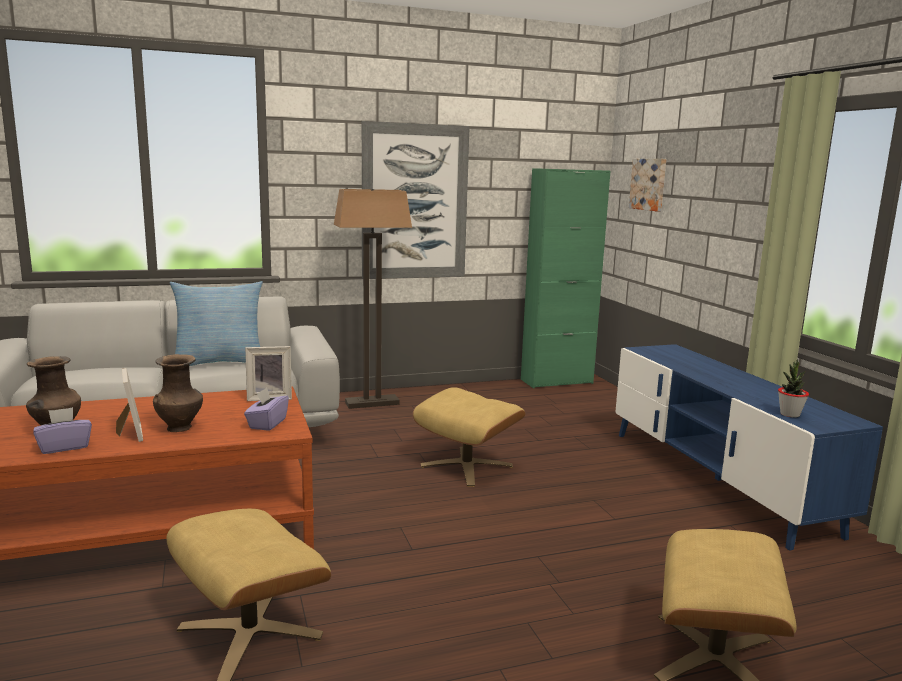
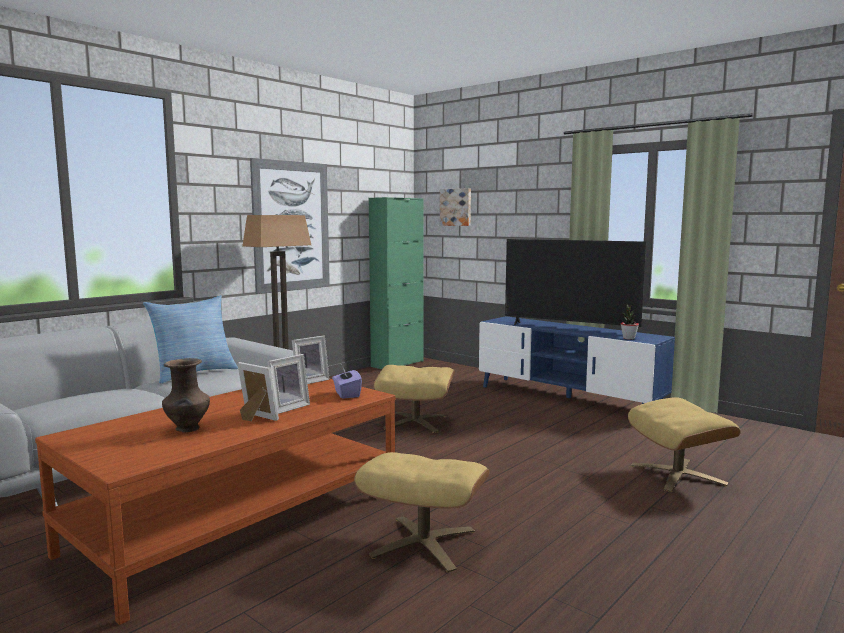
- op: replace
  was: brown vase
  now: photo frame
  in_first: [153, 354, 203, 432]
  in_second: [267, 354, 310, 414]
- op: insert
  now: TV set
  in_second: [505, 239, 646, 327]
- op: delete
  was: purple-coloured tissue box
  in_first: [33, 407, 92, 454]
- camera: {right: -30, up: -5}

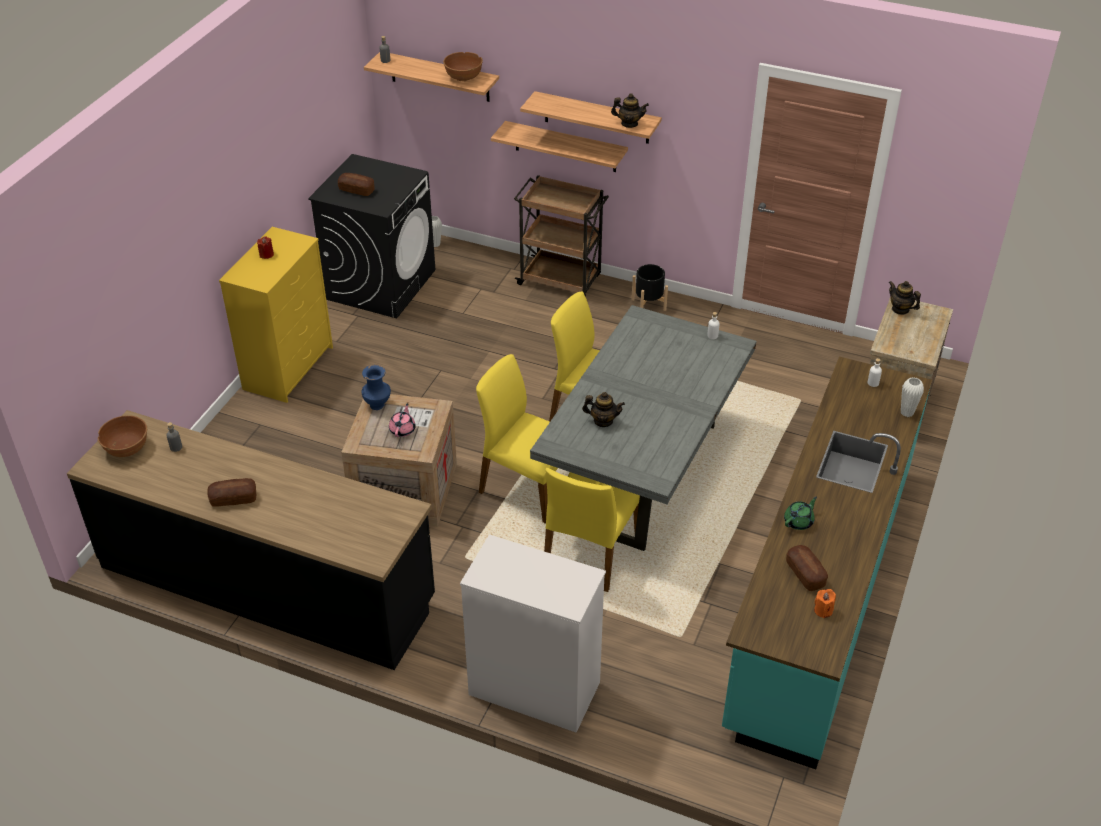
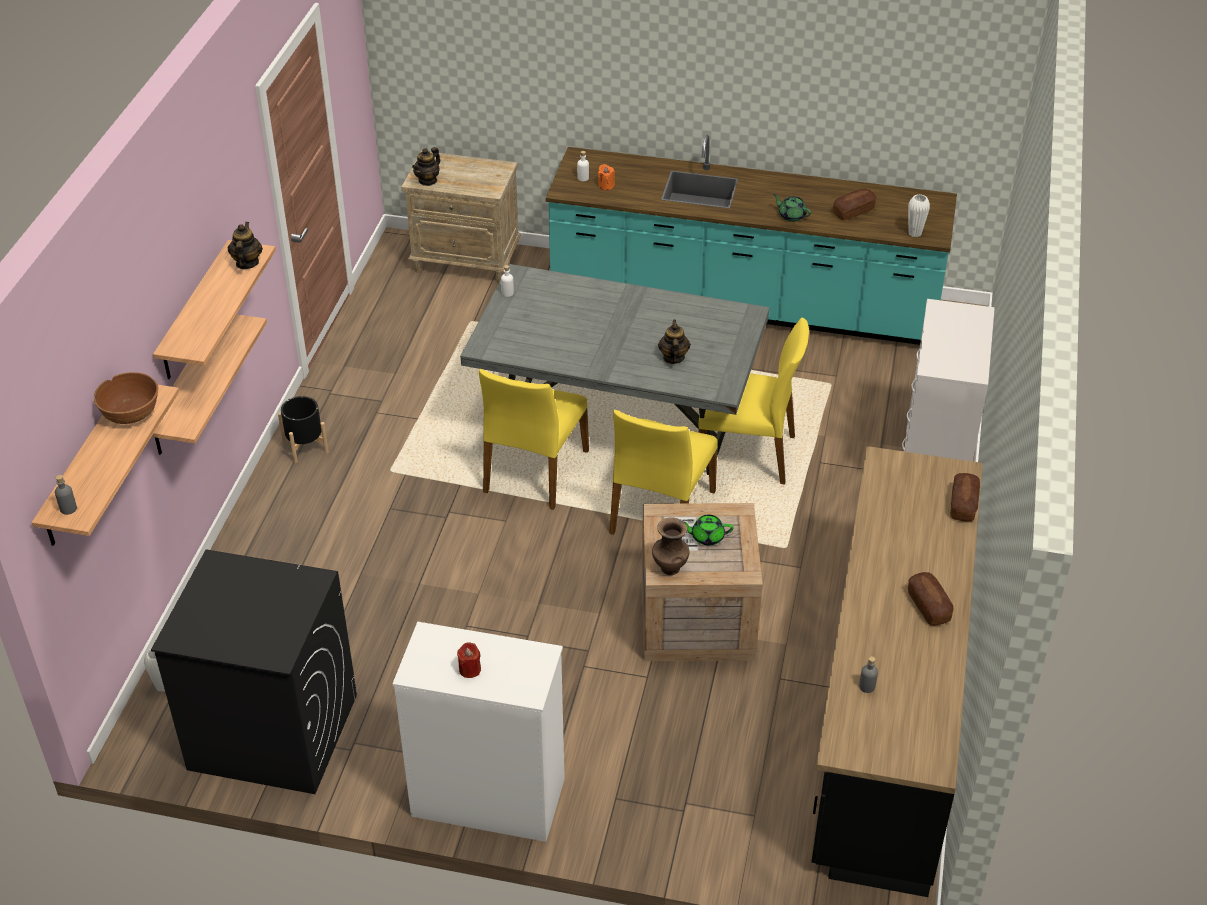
- op: recolor
  was: yellowish drawer chest
  now: white-coloured drawer chest
  in_first: [219, 227, 333, 403]
  in_second: [392, 622, 565, 842]
- op: move
  was: orange wax candle
  in_first: [814, 589, 836, 618]
  in_second: [598, 164, 615, 190]
- op: recolor
  was: bluish vase
  now: brown vase
  in_first: [362, 365, 391, 410]
  in_second: [652, 517, 689, 575]
- op: recolor
  was: pinkish teapot
  now: green teapot
  in_first: [389, 403, 416, 437]
  in_second: [684, 515, 733, 546]
- op: move
  was: white-coloured vase
  in_first: [901, 377, 924, 417]
  in_second: [908, 194, 930, 237]
- op: move
  was: baked bread
  in_first: [338, 173, 375, 196]
  in_second: [950, 473, 980, 522]
- op: delete
  was: brown serving bowl
  in_first: [98, 415, 147, 457]
- op: delete
  was: brown trolley
  in_first: [514, 175, 609, 296]
- camera: {right: -100, up: 0}

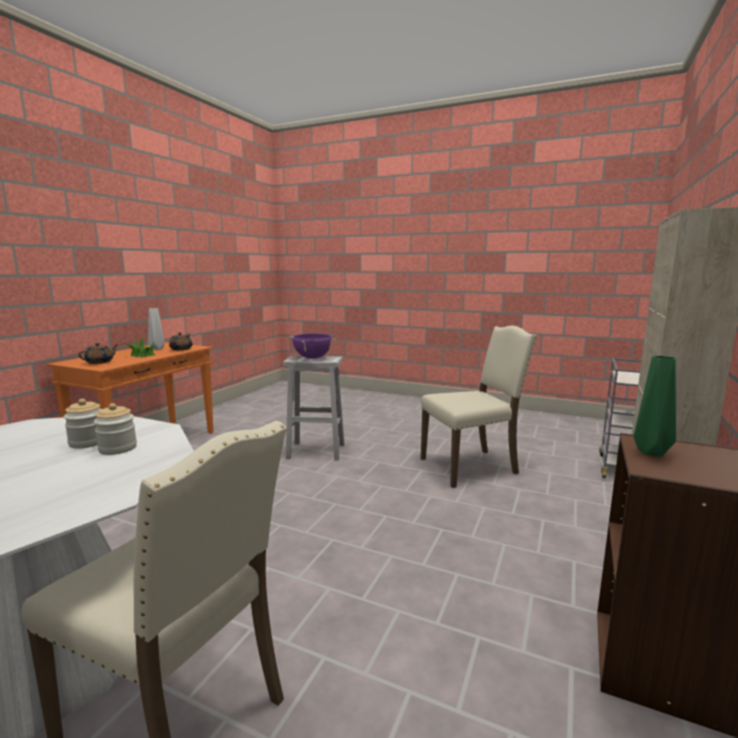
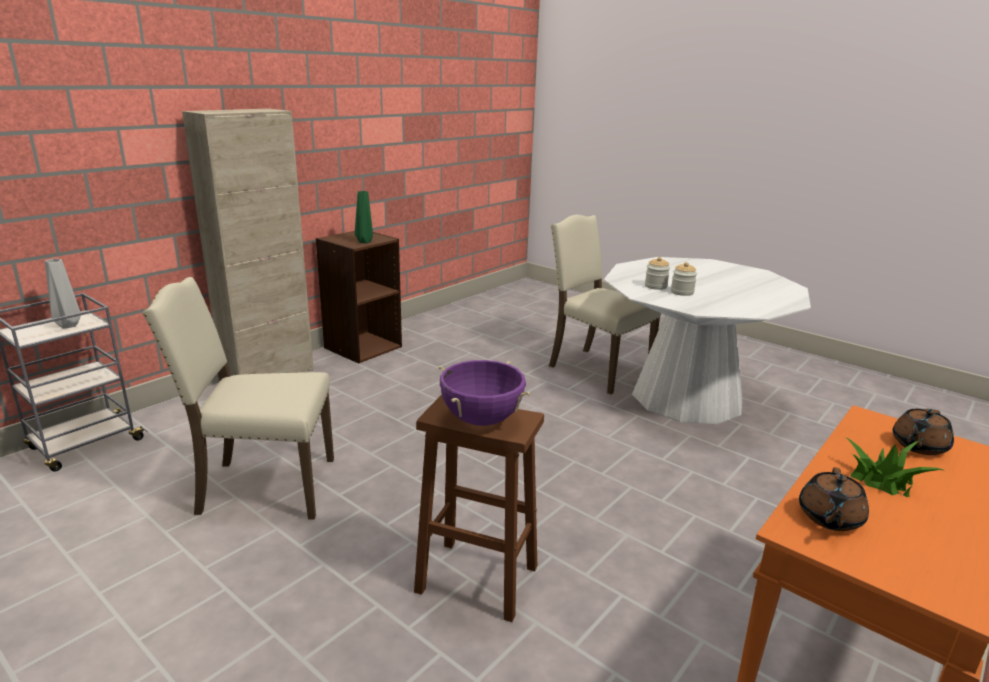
- op: move
  was: greyish vase
  in_first: [148, 308, 164, 350]
  in_second: [45, 259, 81, 329]
- op: recolor
  was: white-coloured stool seat
  now: brown stool seat
  in_first: [283, 356, 344, 461]
  in_second: [414, 395, 544, 622]
- camera: {right: -165, up: 10}

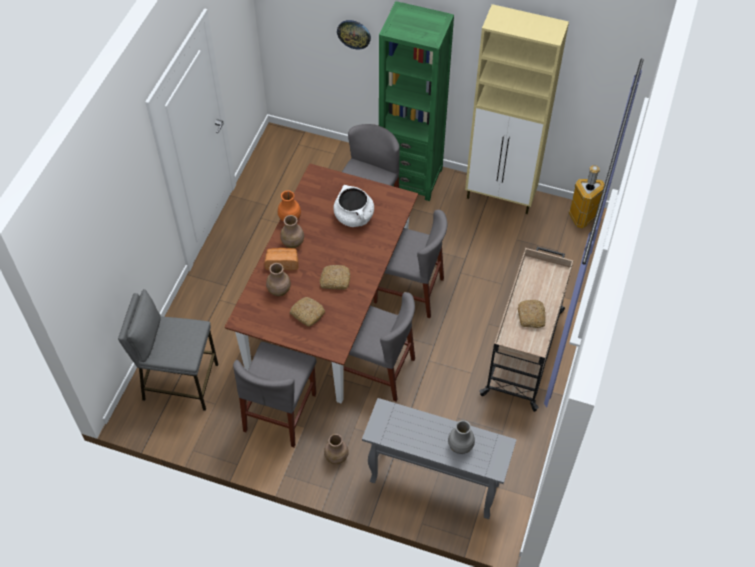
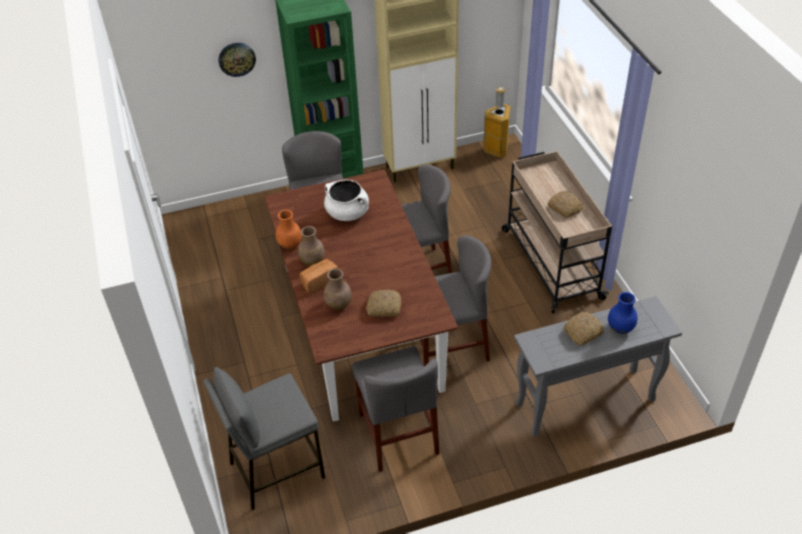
- op: move
  was: baked bread
  in_first: [319, 265, 350, 290]
  in_second: [563, 312, 604, 346]
- op: recolor
  was: greyish vase
  now: bluish vase
  in_first: [448, 420, 475, 454]
  in_second: [608, 292, 637, 334]
- op: delete
  was: brown vase
  in_first: [324, 434, 349, 464]
- camera: {right: -35, up: -10}

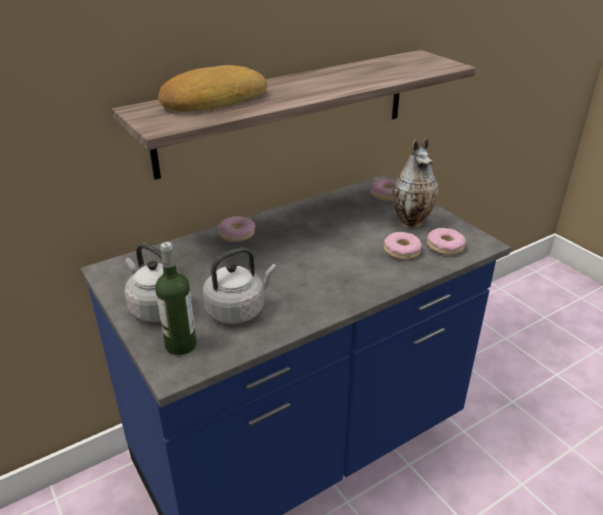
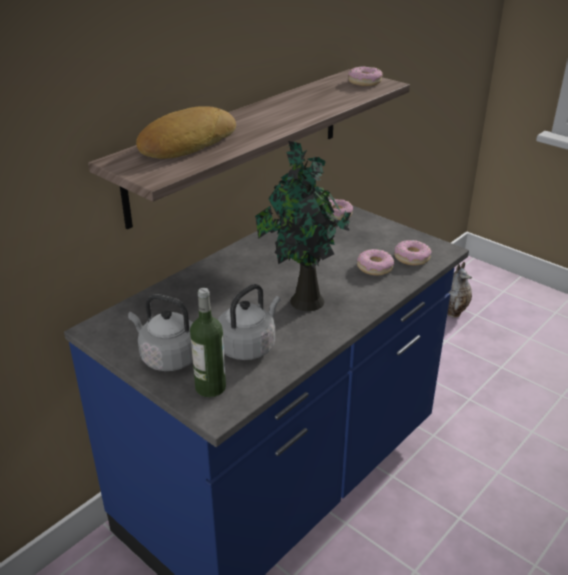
- op: insert
  now: houseplant
  in_second: [255, 140, 351, 311]
- op: move
  was: doughnut
  in_first: [218, 216, 255, 242]
  in_second: [348, 66, 383, 86]
- op: move
  was: vase
  in_first: [392, 138, 438, 228]
  in_second: [447, 262, 472, 318]
- camera: {right: -15, up: 0}

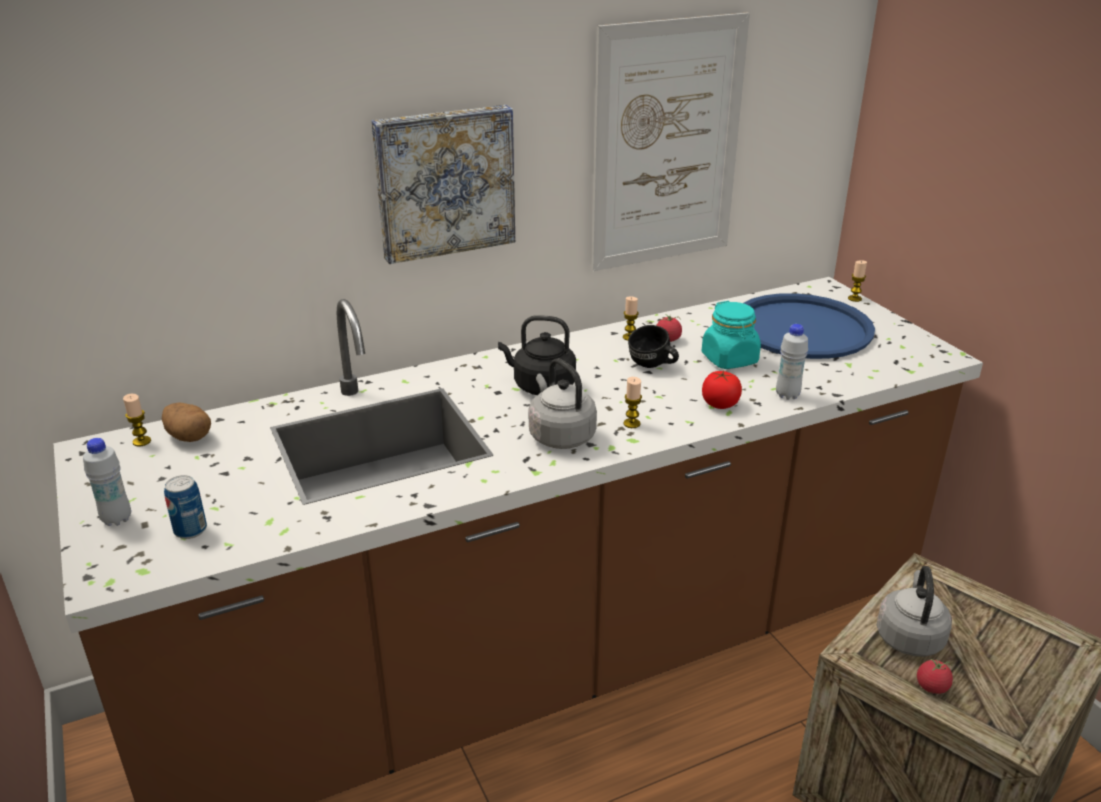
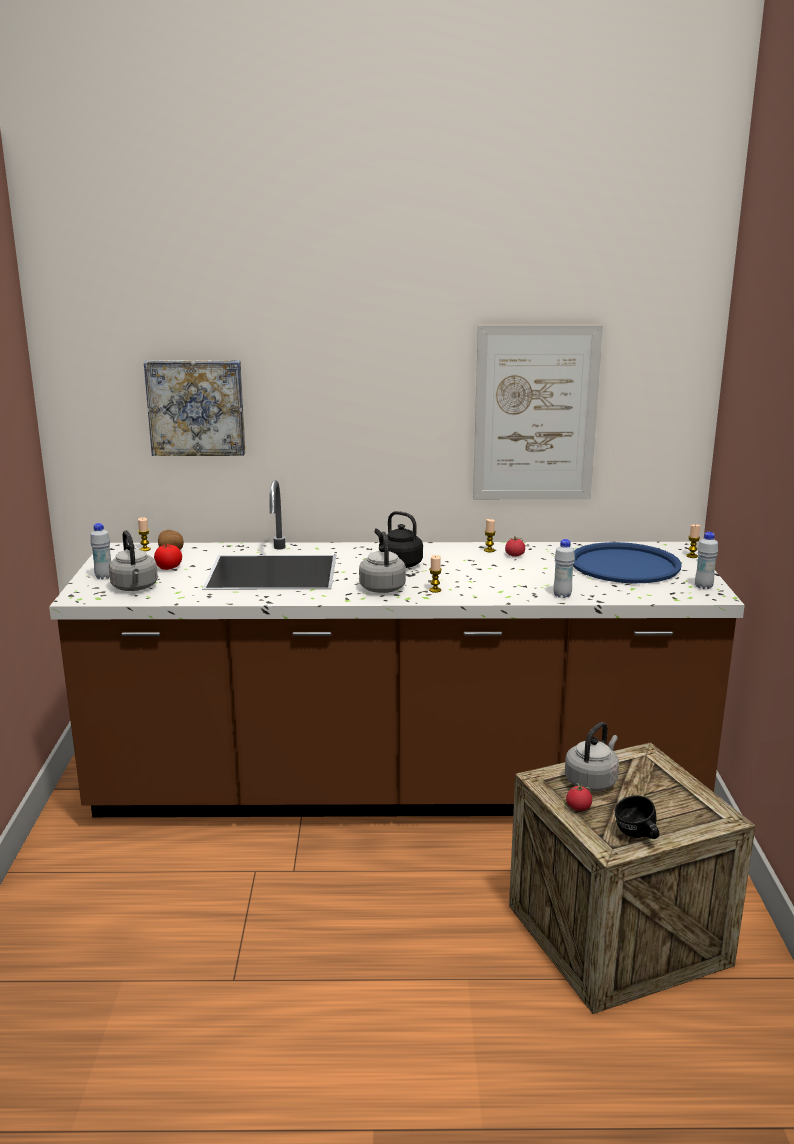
- op: replace
  was: sealed can
  now: greyish kettle
  in_first: [164, 475, 207, 539]
  in_second: [109, 530, 158, 591]
- op: move
  was: picture
  in_first: [371, 105, 515, 264]
  in_second: [144, 360, 245, 456]
- op: move
  was: tomato
  in_first: [702, 371, 742, 409]
  in_second: [154, 545, 182, 570]
- op: move
  was: black-coloured coffee mug
  in_first: [628, 325, 679, 368]
  in_second: [614, 795, 659, 839]
- op: insert
  now: white-coloured bottle
  in_second: [695, 532, 718, 589]
- op: delete
  was: turquoise jar
  in_first: [702, 301, 761, 369]
- camera: {right: 25, up: -10}

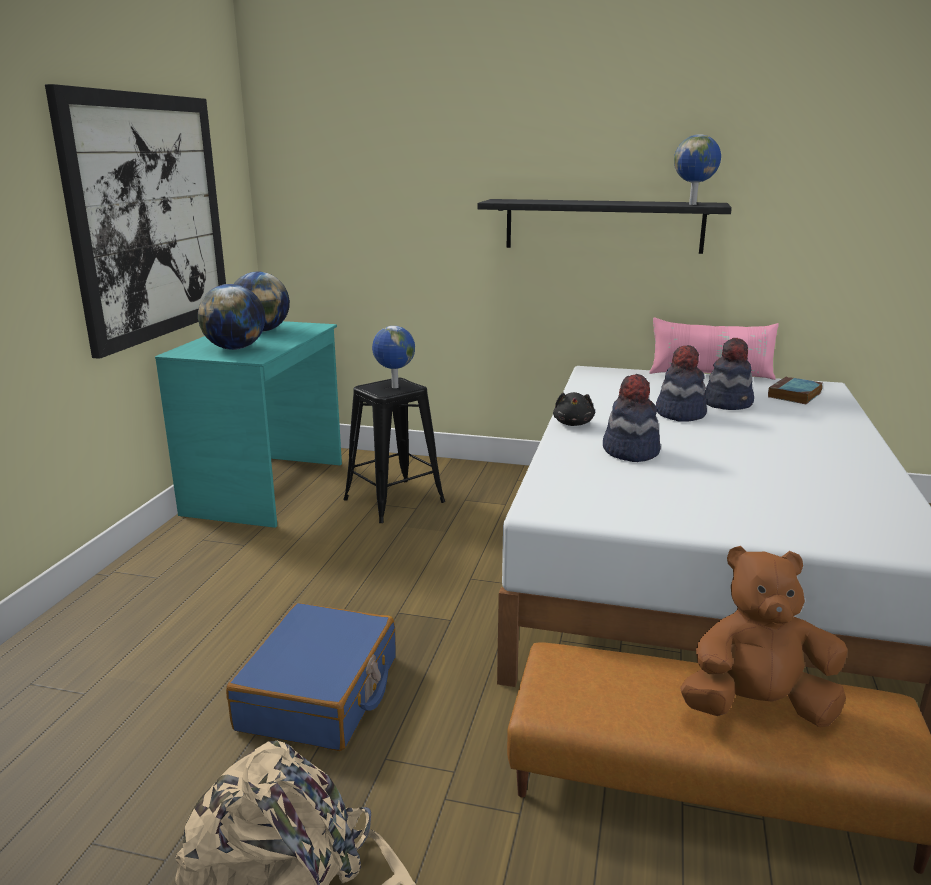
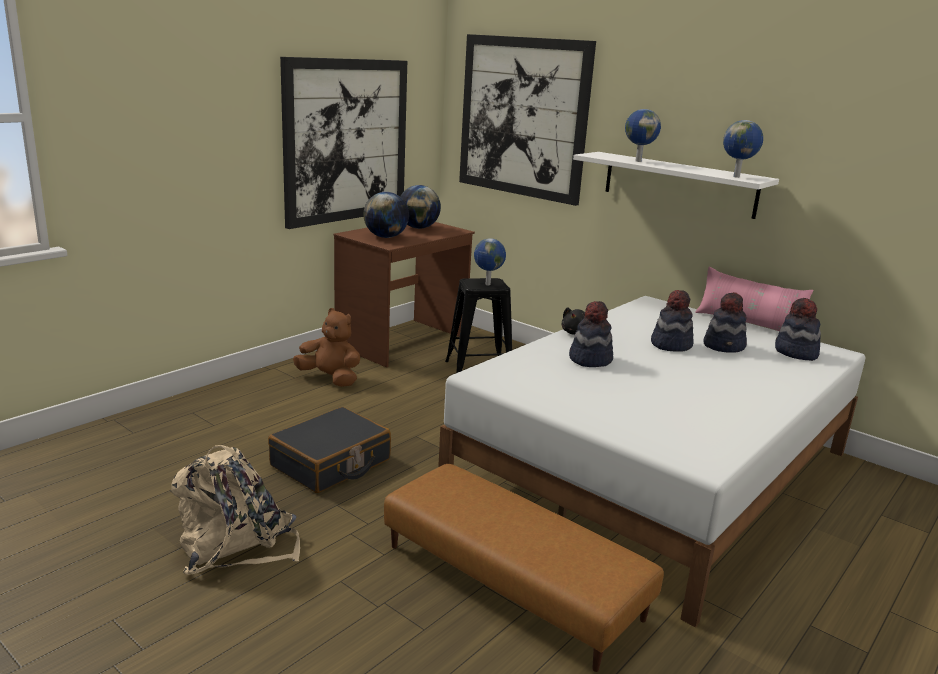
- op: recolor
  was: bluish travel case
  now: black-coloured travel case
  in_first: [226, 603, 396, 751]
  in_second: [268, 407, 391, 493]
- op: move
  was: brown cuddly toy
  in_first: [680, 546, 848, 727]
  in_second: [293, 308, 360, 387]
- op: recolor
  was: turquoise desk
  now: brown desk
  in_first: [155, 321, 342, 528]
  in_second: [333, 222, 475, 368]
- op: insert
  now: picture
  in_second: [459, 34, 596, 206]
- op: recolor
  was: black-coloured shelf
  now: white-coloured shelf
  in_first: [477, 199, 732, 254]
  in_second: [573, 152, 779, 219]
- op: insert
  now: desk globe
  in_second: [625, 109, 661, 162]
- op: replace
  was: volume
  now: wearable hat
  in_first: [768, 377, 823, 404]
  in_second: [775, 298, 821, 361]
- camera: {right: 25, up: 0}

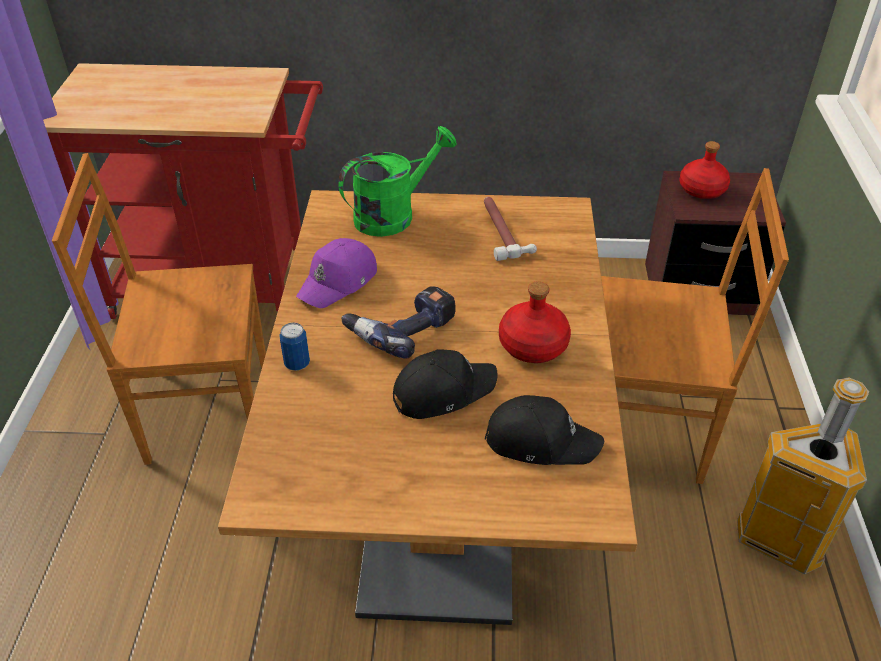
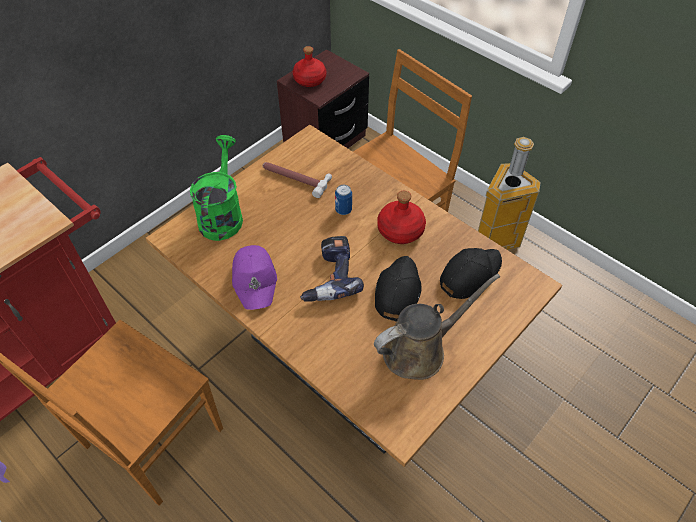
- op: move
  was: sealed can
  in_first: [279, 322, 310, 371]
  in_second: [335, 185, 352, 215]
- op: insert
  now: brown watering pot
  in_second: [374, 274, 500, 380]
- camera: {right: -50, up: 10}

